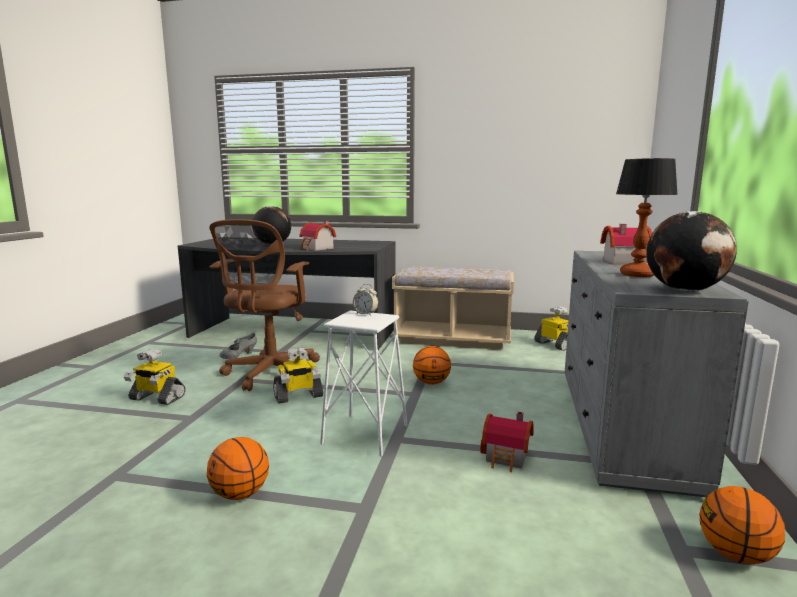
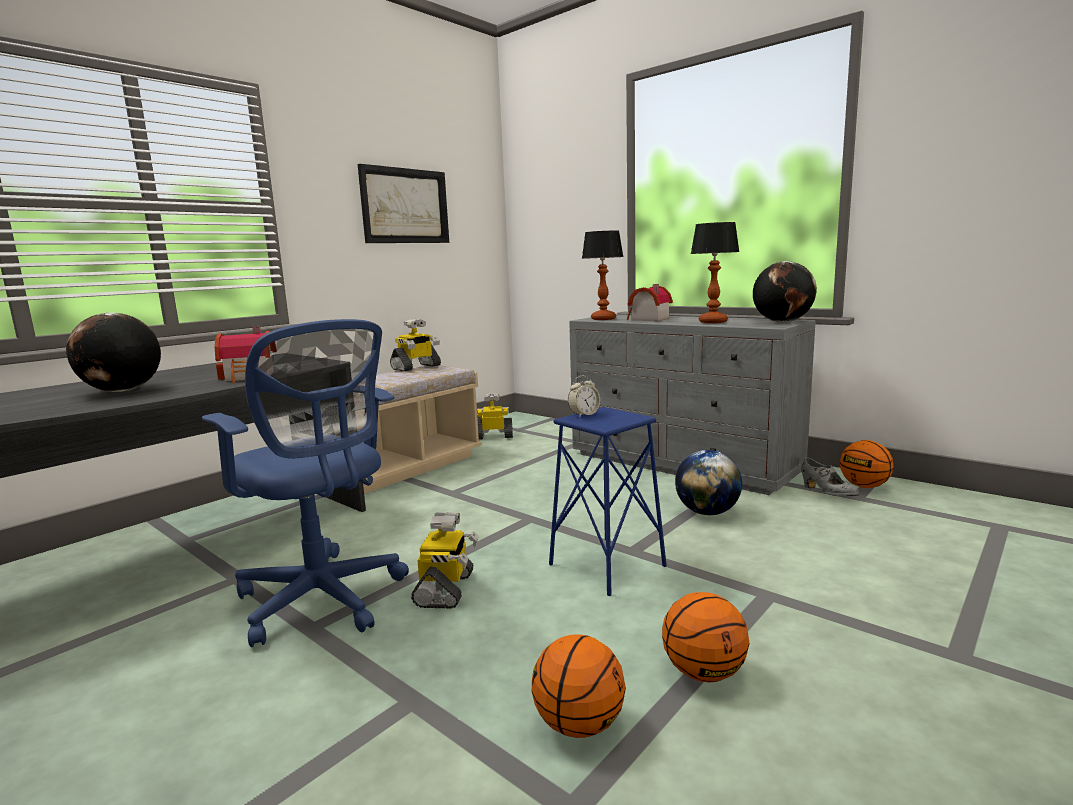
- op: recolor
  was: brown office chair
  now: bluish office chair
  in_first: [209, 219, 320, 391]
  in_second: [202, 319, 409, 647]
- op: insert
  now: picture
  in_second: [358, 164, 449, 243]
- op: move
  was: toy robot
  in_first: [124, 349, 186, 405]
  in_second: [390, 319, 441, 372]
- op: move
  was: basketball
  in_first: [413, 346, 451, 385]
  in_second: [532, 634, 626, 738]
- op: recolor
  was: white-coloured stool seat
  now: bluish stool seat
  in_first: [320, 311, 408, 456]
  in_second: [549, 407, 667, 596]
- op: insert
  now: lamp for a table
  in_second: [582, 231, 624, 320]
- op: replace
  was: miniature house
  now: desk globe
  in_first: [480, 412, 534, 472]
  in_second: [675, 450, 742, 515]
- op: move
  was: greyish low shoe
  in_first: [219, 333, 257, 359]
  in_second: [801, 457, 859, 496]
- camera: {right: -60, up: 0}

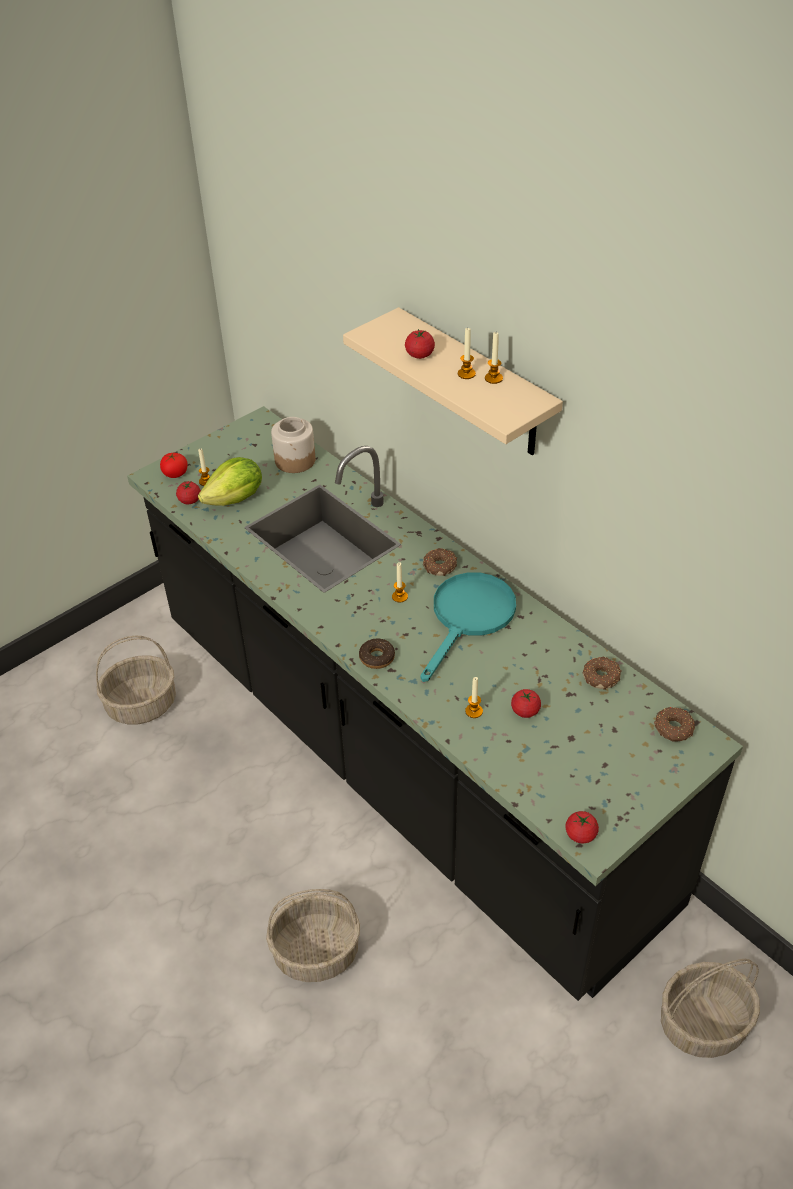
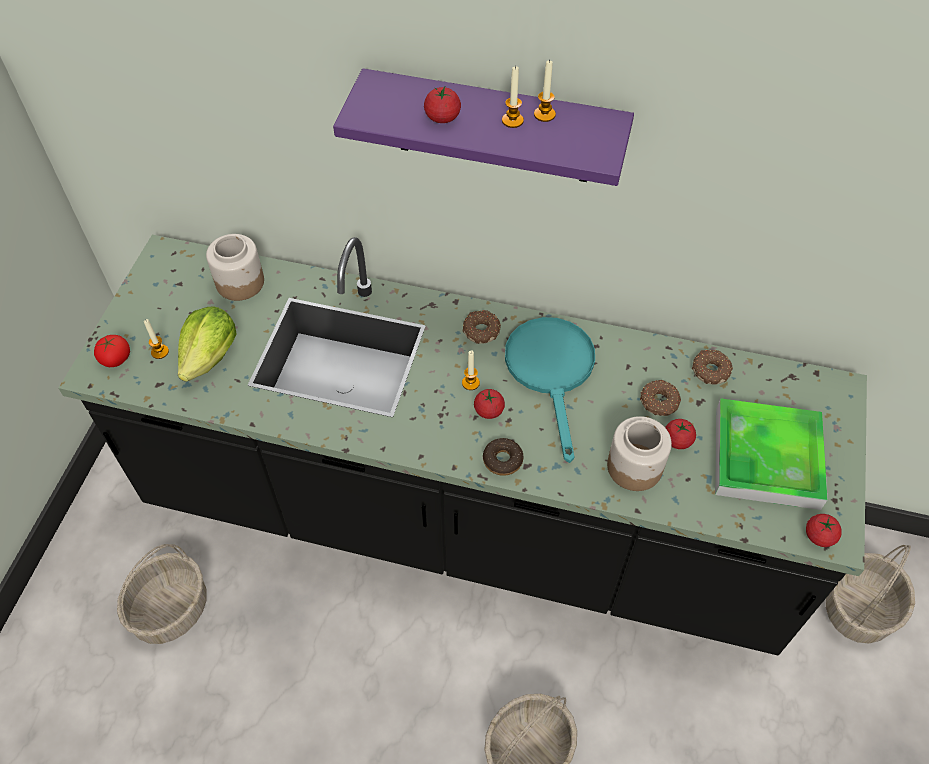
- op: recolor
  was: beige-coloured shelf
  now: purple-coloured shelf
  in_first: [343, 307, 563, 456]
  in_second: [333, 68, 634, 186]
- op: move
  was: tomato
  in_first: [176, 481, 201, 504]
  in_second: [474, 389, 505, 419]
- op: replace
  was: wax candle
  now: jar
  in_first: [465, 677, 483, 718]
  in_second: [607, 416, 672, 491]
- op: move
  was: doughnut
  in_first: [654, 707, 695, 742]
  in_second: [640, 380, 681, 416]
- op: insert
  now: carrying tray
  in_second: [715, 399, 828, 510]
- camera: {right: -35, up: 10}

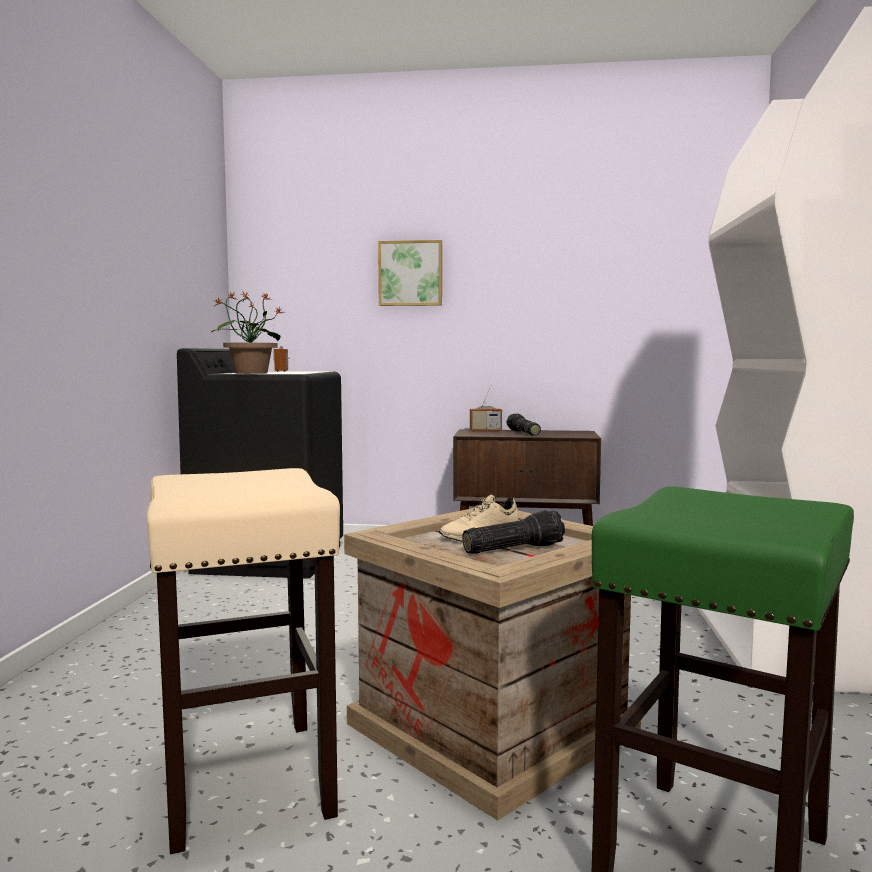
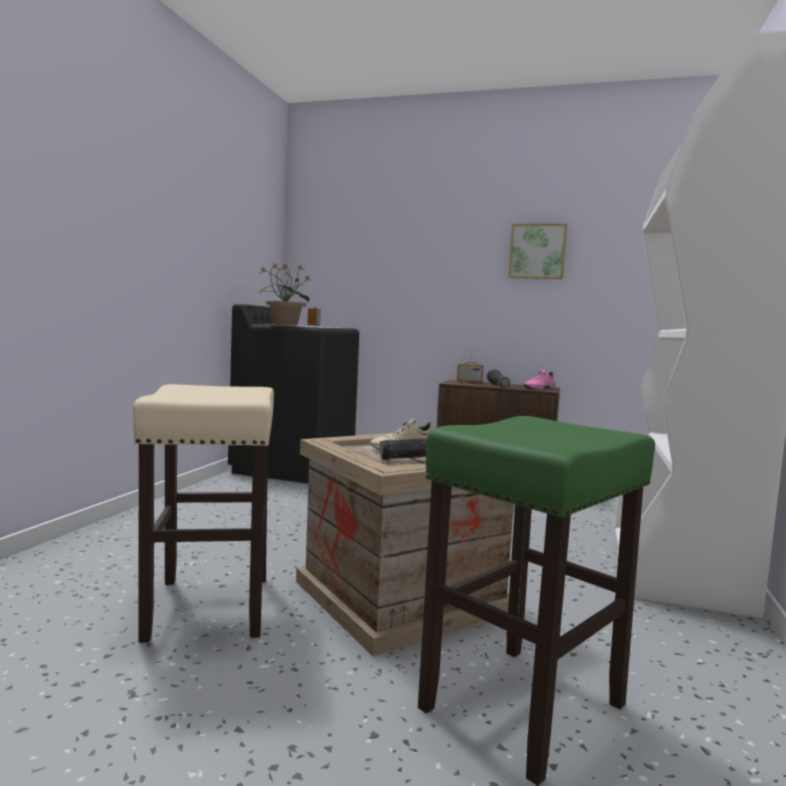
- op: move
  was: picture
  in_first: [378, 240, 442, 306]
  in_second: [509, 224, 567, 279]
- op: insert
  now: pinkish low shoe
  in_second: [524, 370, 555, 389]
- camera: {right: 10, up: 0}

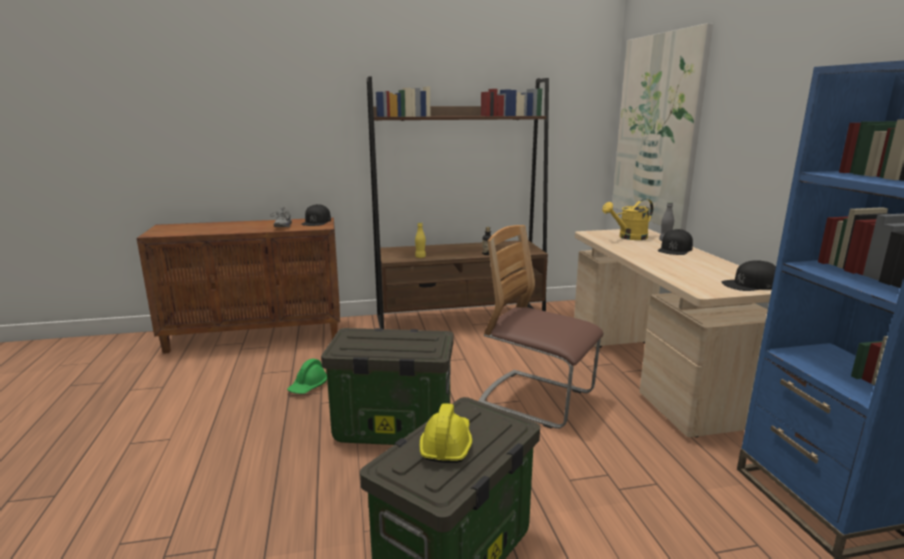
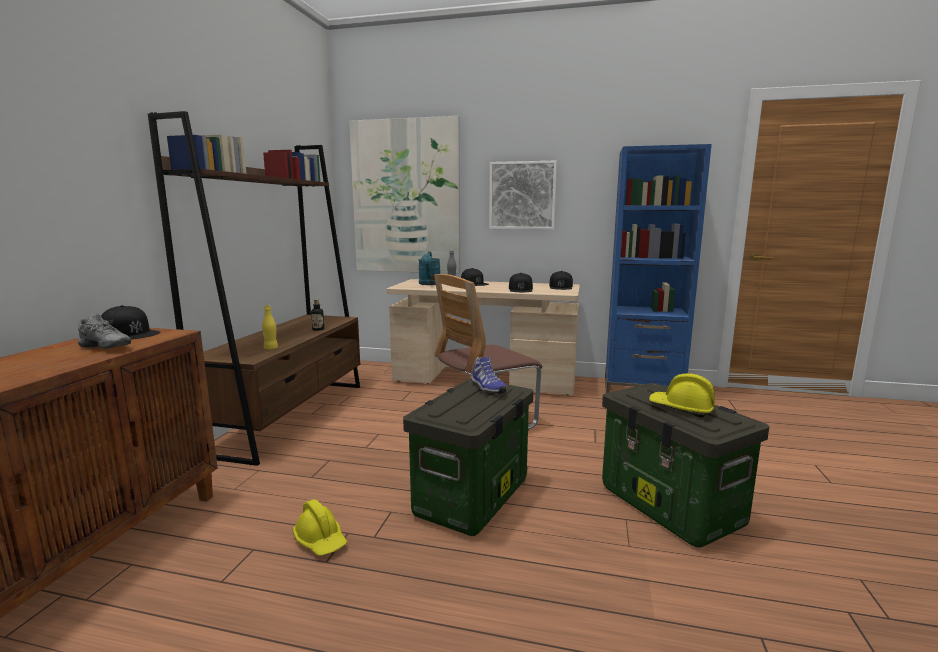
- op: recolor
  was: green safety helmet
  now: yellowish safety helmet
  in_first: [287, 359, 327, 394]
  in_second: [293, 499, 347, 556]
- op: recolor
  was: yellowish watering pot
  now: turquoise watering pot
  in_first: [602, 199, 653, 240]
  in_second: [419, 252, 440, 285]
- op: insert
  now: low shoe
  in_second: [471, 357, 507, 395]
- op: insert
  now: picture
  in_second: [489, 161, 557, 230]
- op: insert
  now: black-coloured cap
  in_second: [509, 273, 533, 292]
- camera: {right: -65, up: -5}

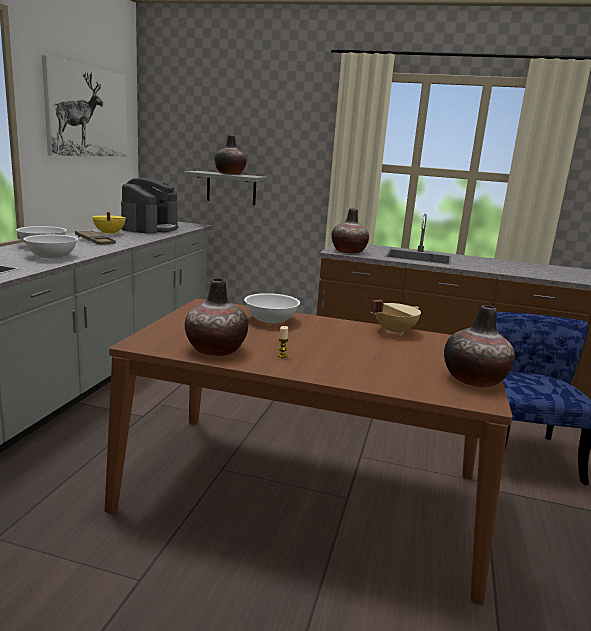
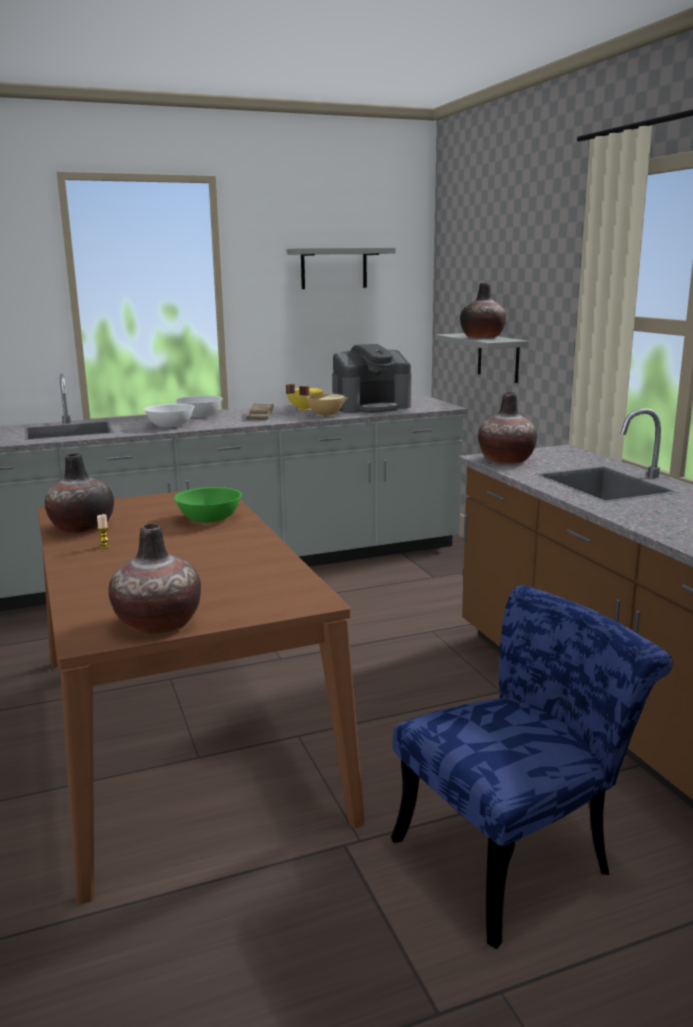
- op: recolor
  was: white-coloured serving bowl
  now: green serving bowl
  in_first: [244, 293, 300, 323]
  in_second: [174, 487, 242, 523]
- op: replace
  was: picture
  now: greyish shelf
  in_first: [42, 55, 127, 157]
  in_second: [287, 248, 396, 289]
- op: move
  was: beige-coloured stockpot
  in_first: [371, 300, 421, 335]
  in_second: [299, 386, 348, 418]
- camera: {right: 55, up: 0}

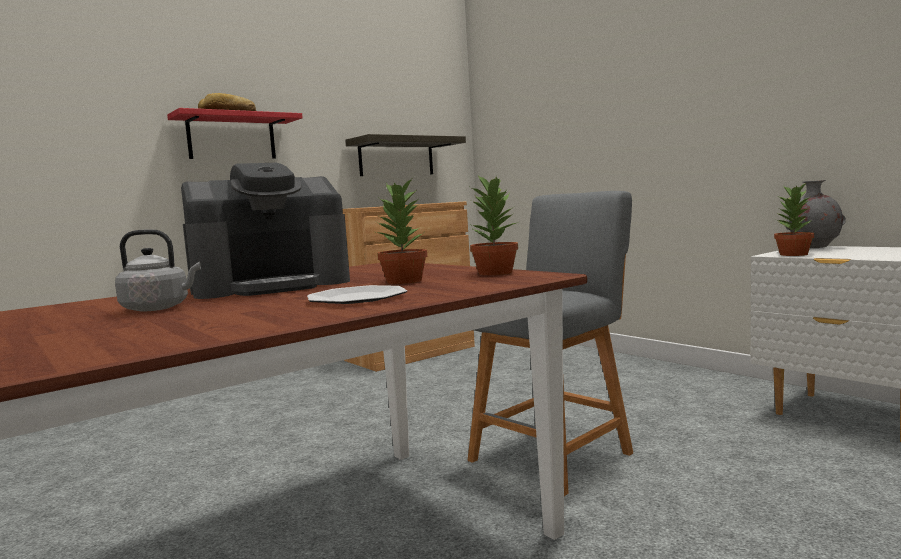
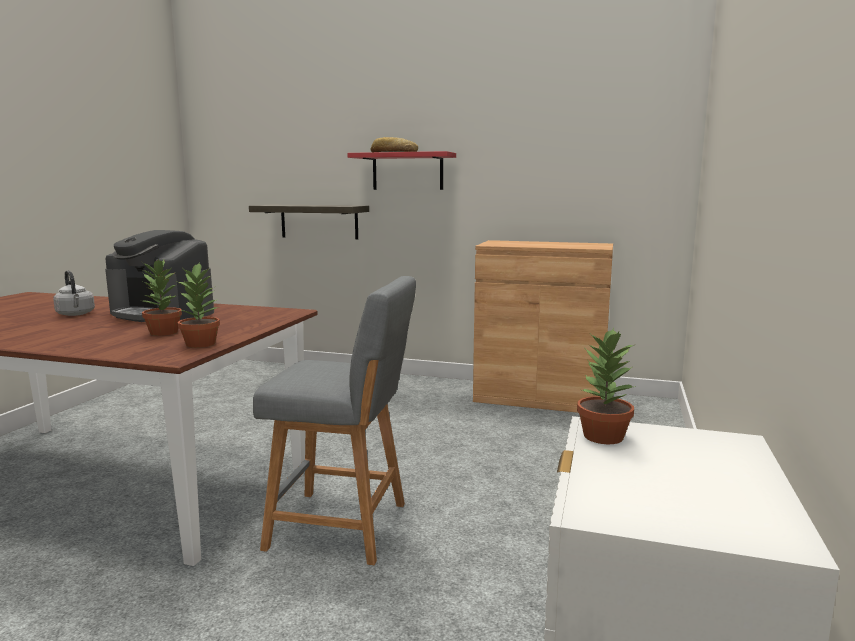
- op: move
  was: shelf
  in_first: [345, 134, 466, 176]
  in_second: [249, 205, 369, 239]
- op: delete
  was: plate
  in_first: [307, 285, 407, 304]
- op: delete
  was: greyish vase
  in_first: [785, 180, 846, 248]
- camera: {right: 55, up: 5}

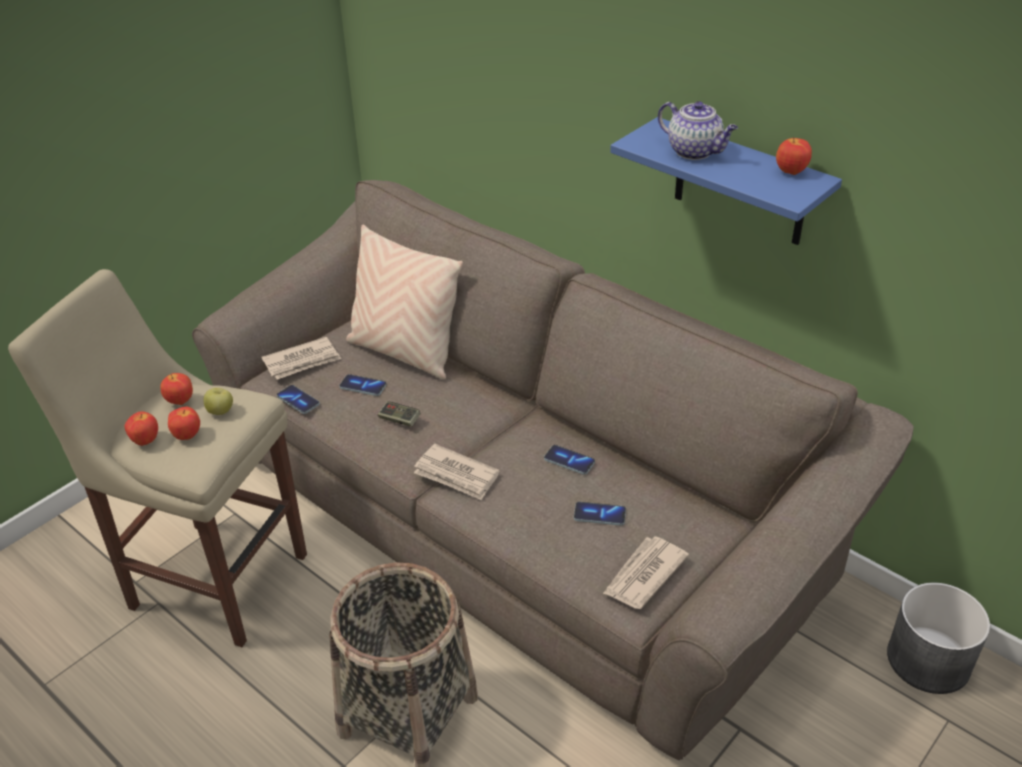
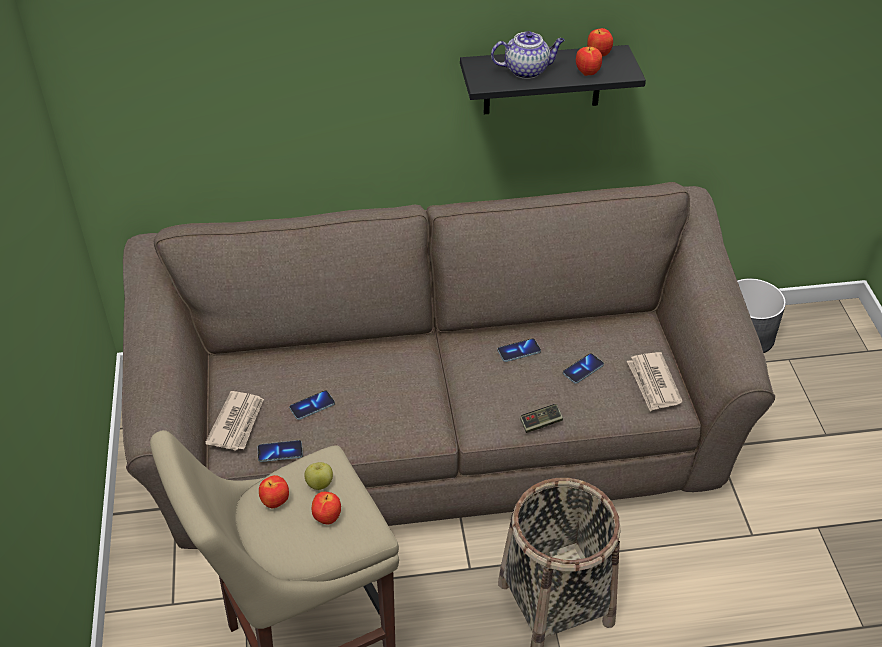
- op: recolor
  was: bluish shelf
  now: black-coloured shelf
  in_first: [610, 117, 842, 245]
  in_second: [460, 45, 646, 114]
- op: move
  was: joypad
  in_first: [378, 402, 421, 427]
  in_second: [520, 404, 563, 433]
- op: move
  was: apple
  in_first: [125, 411, 158, 446]
  in_second: [576, 47, 602, 76]
- op: delete
  was: beige-coloured throw pillow
  in_first: [346, 225, 463, 379]
- op: delete
  was: newspaper
  in_first: [414, 444, 499, 500]
- camera: {right: -50, up: 5}

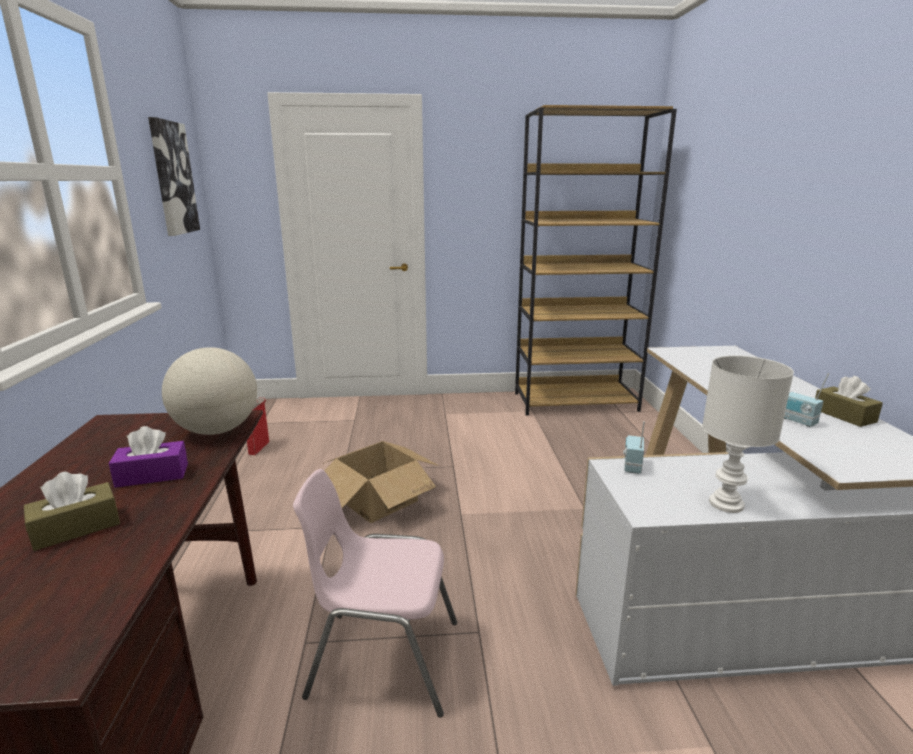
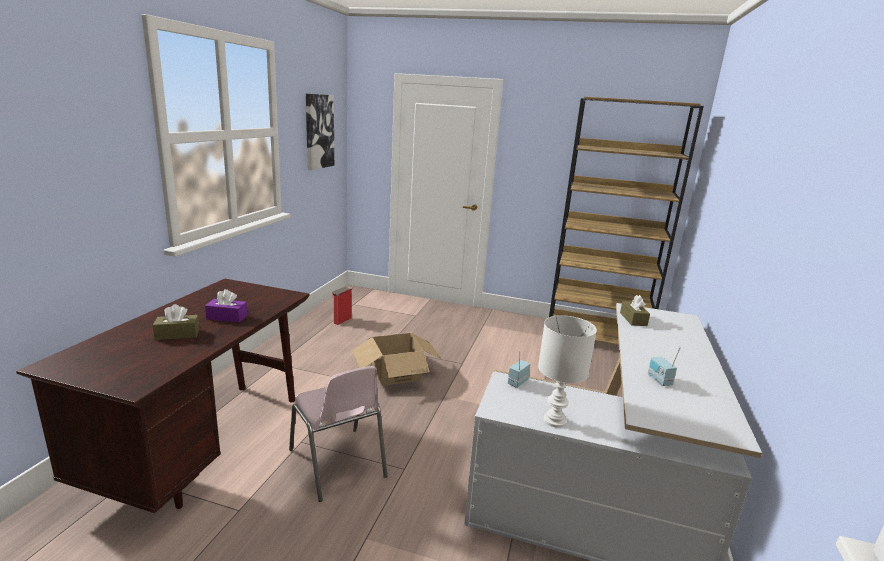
- op: rotate
  was: pinkish plain chair
  in_first: [293, 469, 457, 718]
  in_second: [289, 366, 387, 502]
  clockwise: -150
- op: move
  was: brown tissue box
  in_first: [815, 376, 883, 427]
  in_second: [620, 295, 650, 326]
- op: delete
  was: desk globe
  in_first: [162, 347, 257, 435]
- camera: {right: 20, up: 0}

